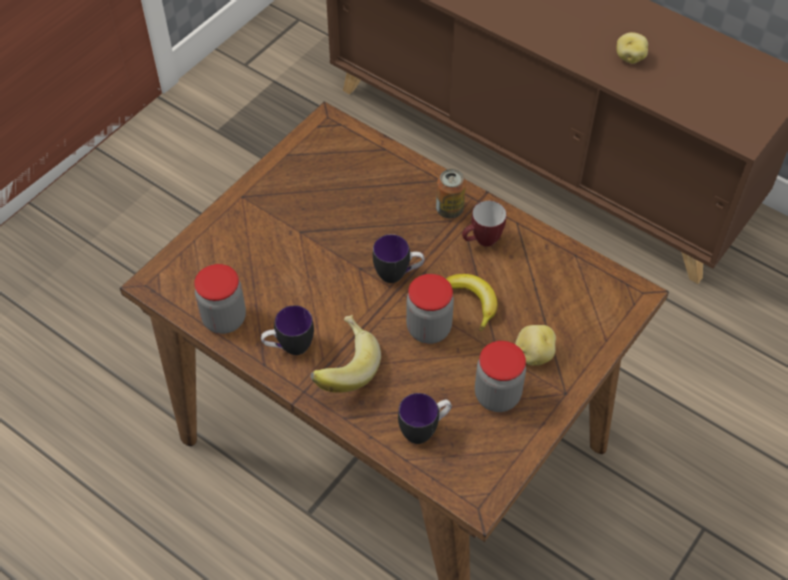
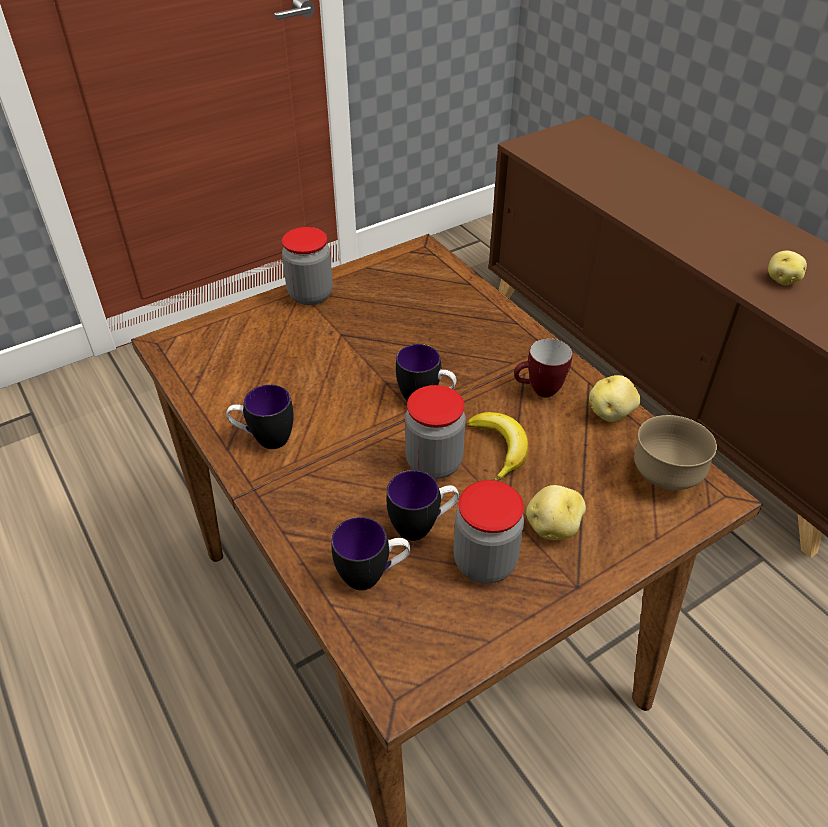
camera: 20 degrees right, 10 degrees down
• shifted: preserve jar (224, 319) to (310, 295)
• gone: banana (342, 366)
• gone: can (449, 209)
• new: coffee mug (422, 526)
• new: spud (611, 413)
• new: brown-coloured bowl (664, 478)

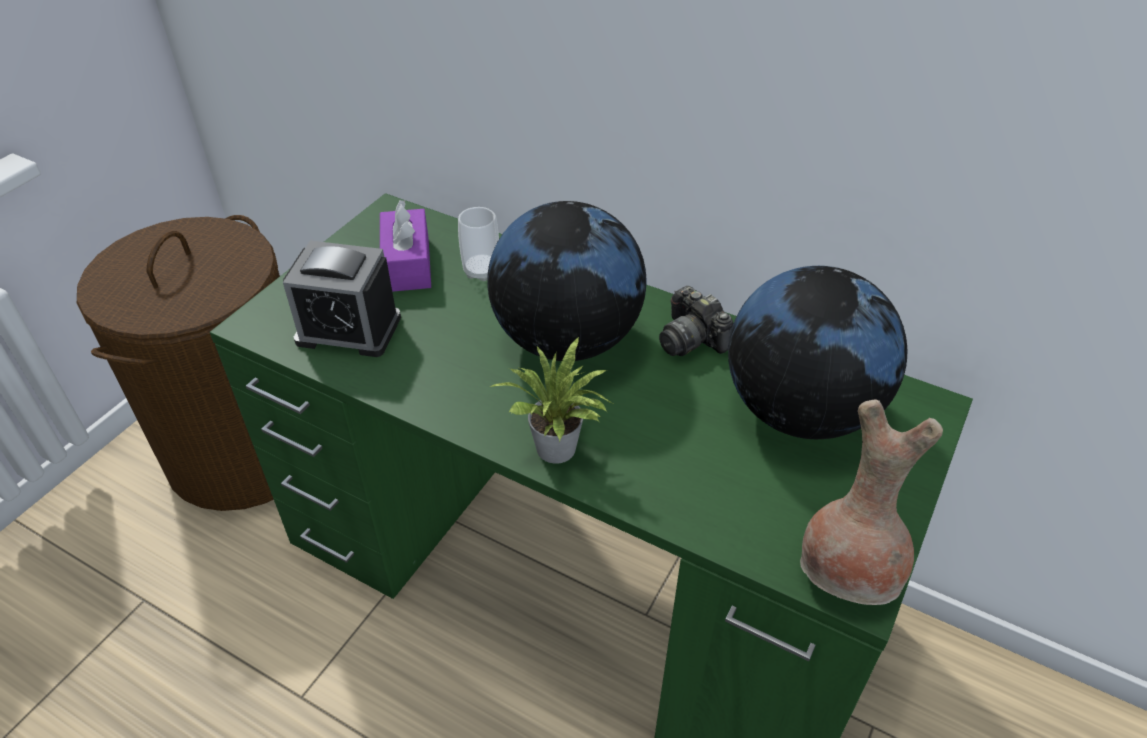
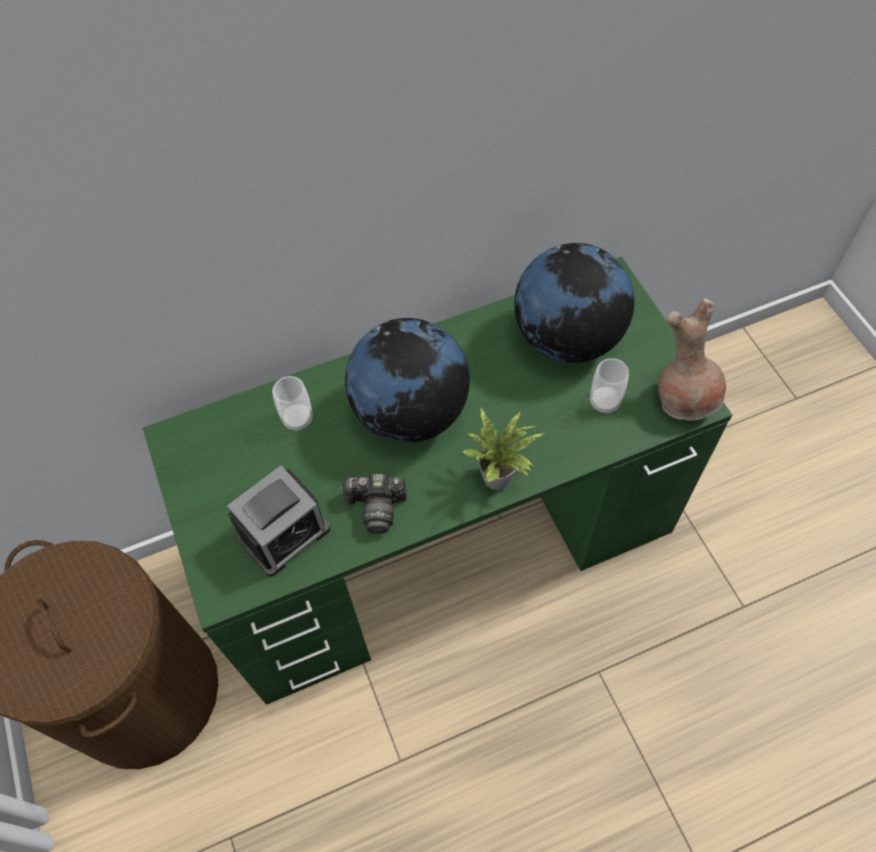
camera: 50 degrees left, 15 degrees up
• gone: purplish tissue box (407, 264)
• shifted: photo camera (691, 339) to (377, 507)
• new: small cup (604, 402)

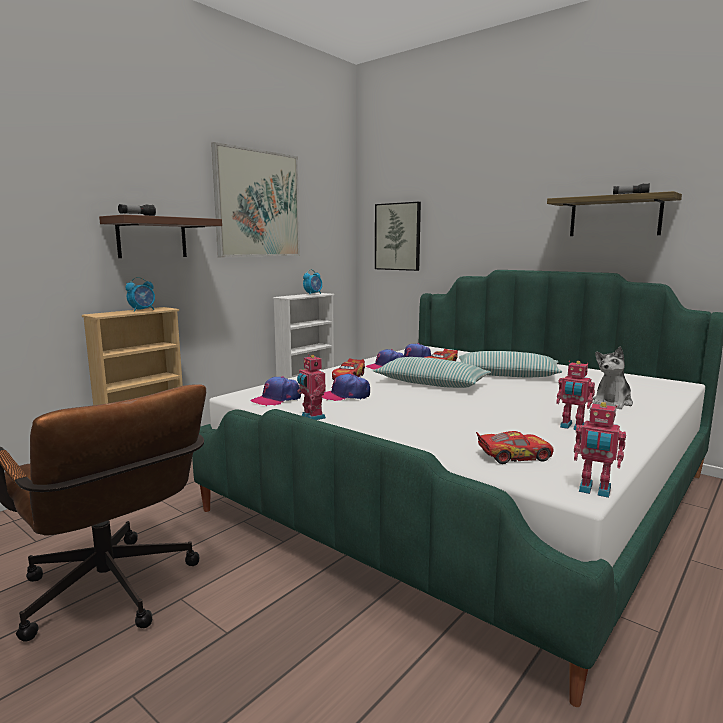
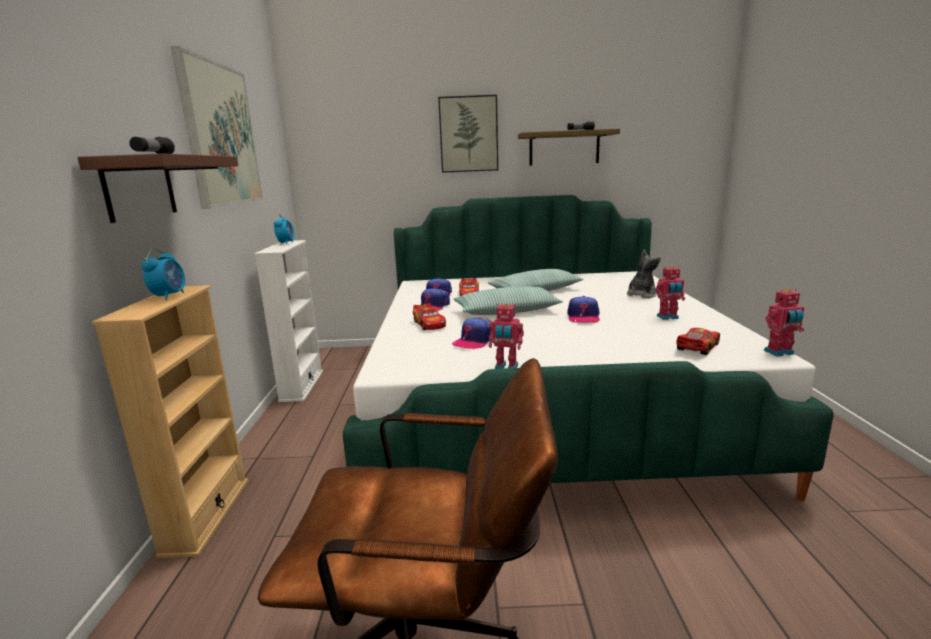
camera: 40 degrees left, 5 degrees up
• shifted: baseball cap (276, 399) to (583, 317)
• shifted: wall picture (398, 236) to (468, 134)
• rotated: plush toy (612, 402) = (641, 295) 135 degrees counterclockwise

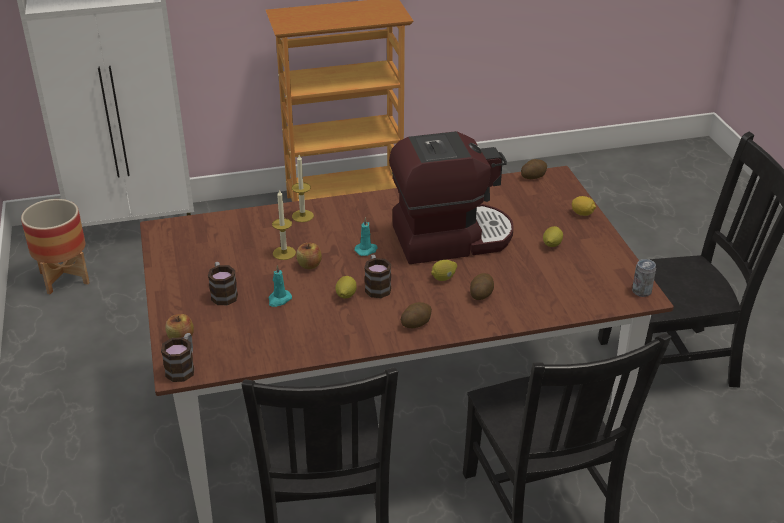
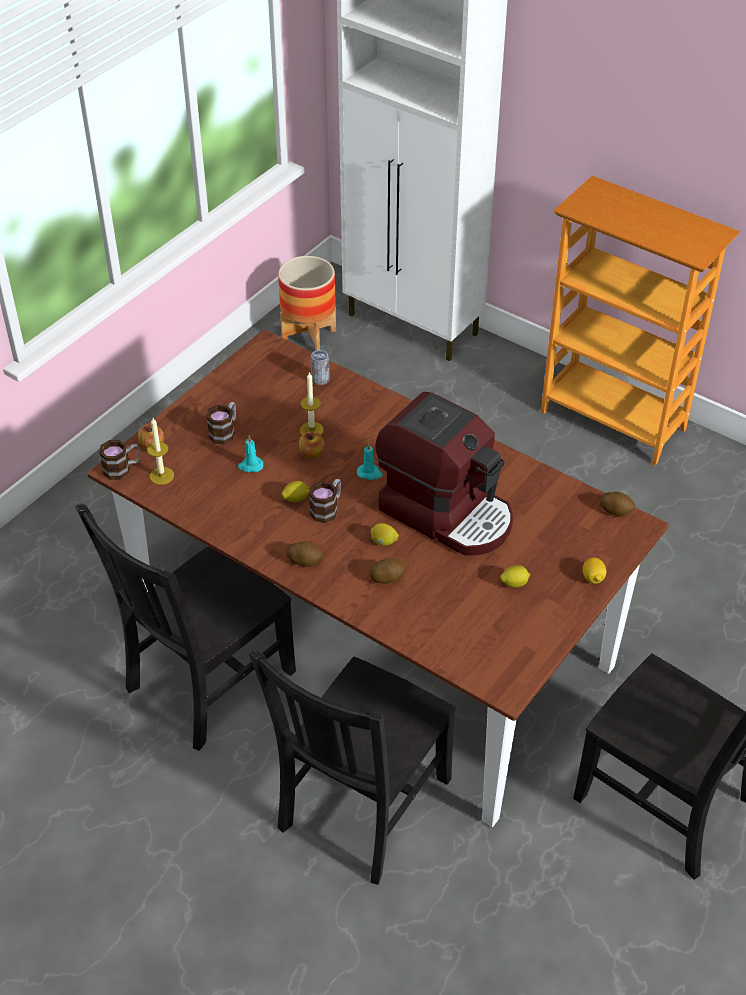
camera: 50 degrees right, 10 degrees up
• shifted: wax candle (302, 216) to (161, 476)
• shifted: can (641, 291) to (320, 379)

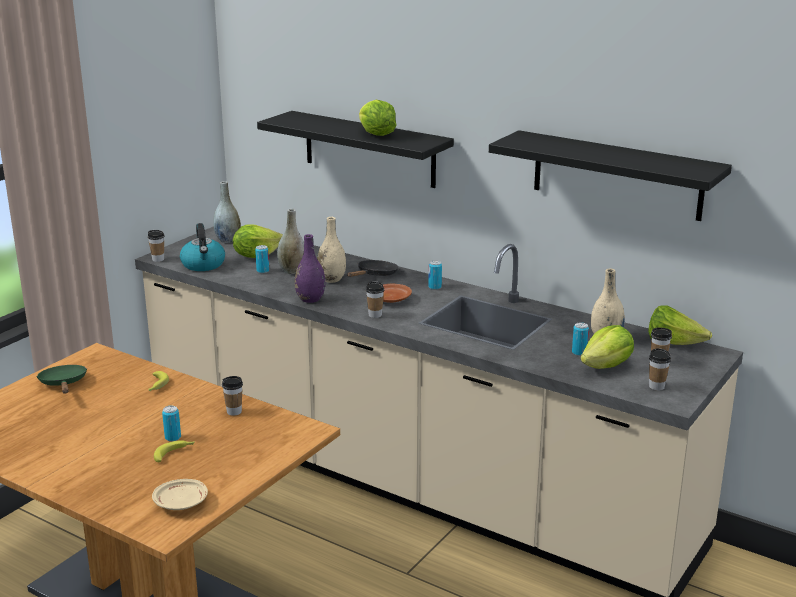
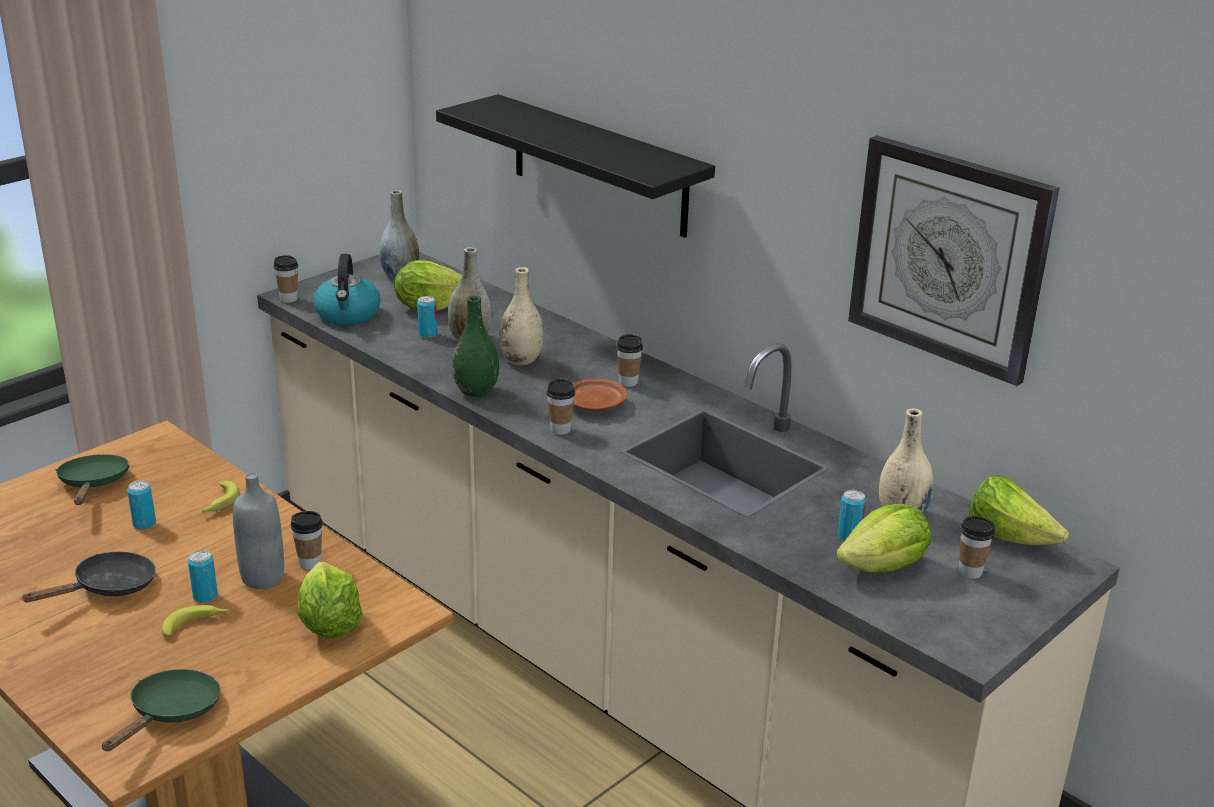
camera: 10 degrees right, 5 degrees up
• swapped: beige-coloured flat dish (181, 503) to green skillet (171, 713)
• repainted: purplish flower vase (310, 299) to green flower vase (476, 391)
• shifted: black skillet (375, 275) to (108, 588)
• shifted: lettuce (376, 135) to (329, 625)
• shifted: can (434, 287) to (144, 524)
• swapped: black wall shelf (617, 175) to wall clock (949, 257)
• shifted: small cup (656, 386) to (628, 382)
• new: greyish drink bottle (263, 578)

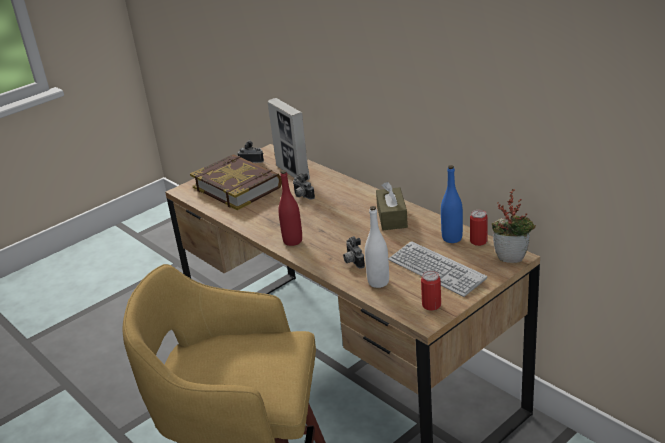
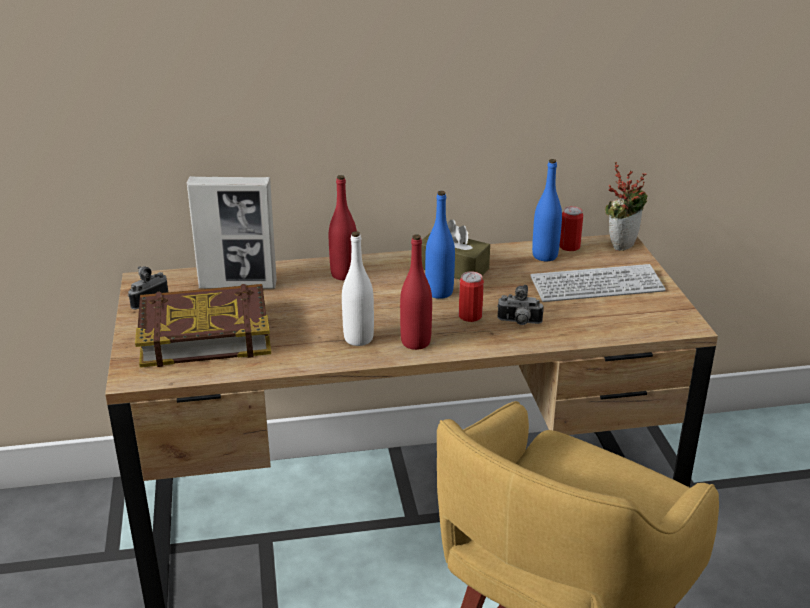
camera: 60 degrees left, 0 degrees up
• gone: photo camera (302, 196)
• shifted: white drink bottle (378, 282) to (358, 339)
• shifted: can (431, 305) to (470, 316)
• new: red drink bottle (344, 274)
• new: blue-coloured drink bottle (439, 292)

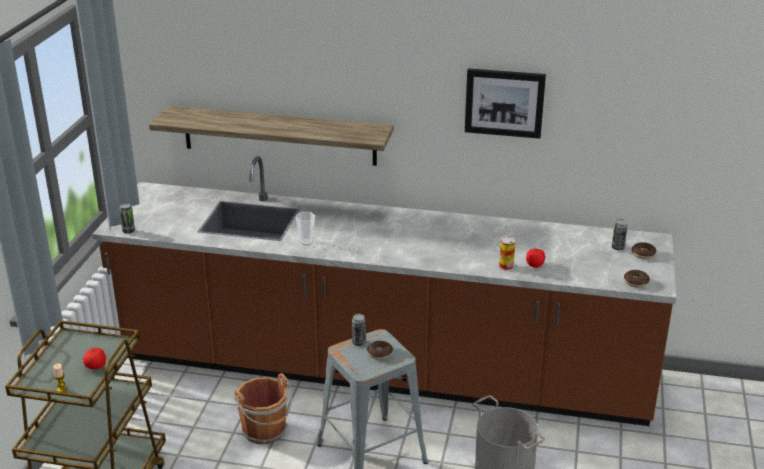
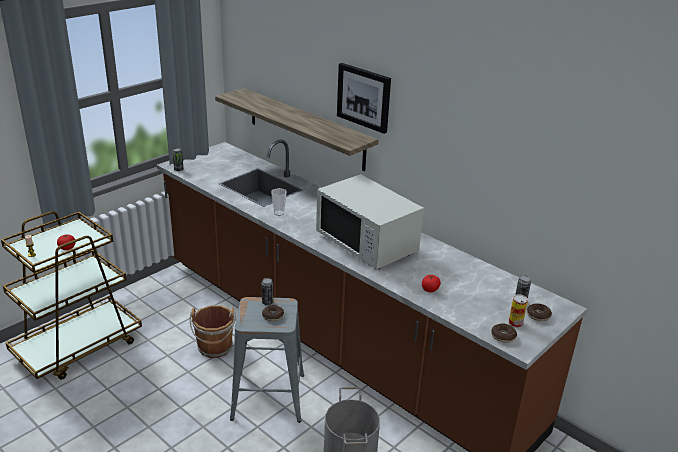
camera: 30 degrees right, 0 degrees up
• shifted: wall picture (504, 102) to (364, 97)
• shifted: can (506, 266) to (515, 323)
• new: white kitchen microwave (367, 244)

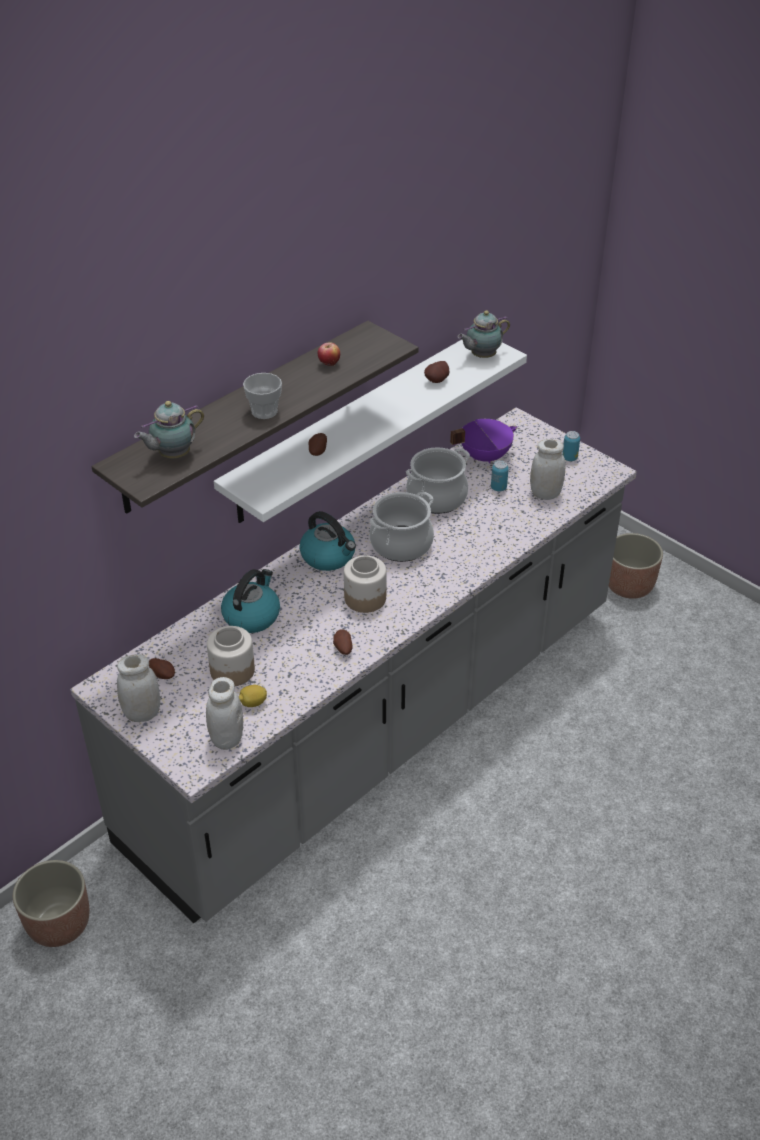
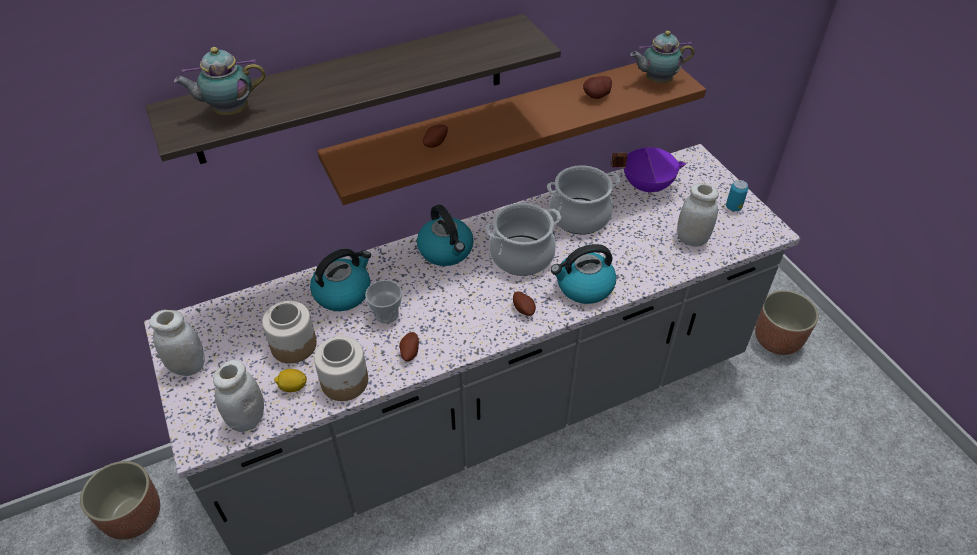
camera: 20 degrees right, 5 degrees up
• shifted: spud (163, 674) to (524, 309)
• repainted: white wall shelf (355, 425) to brown-coloured wall shelf (503, 126)
• shifted: small cup (264, 411) to (386, 314)
• gone: apple fruit (329, 364)
• shifted: preserve jar (365, 598) to (345, 382)
• gone: can (498, 488)
• new: water kettle (583, 287)

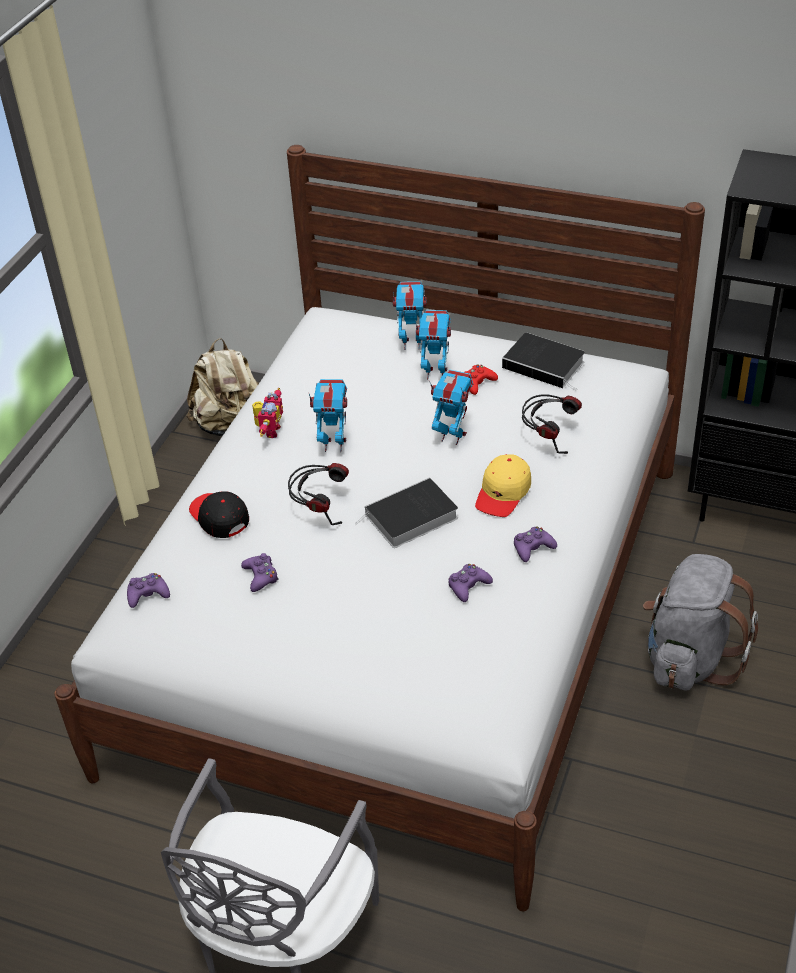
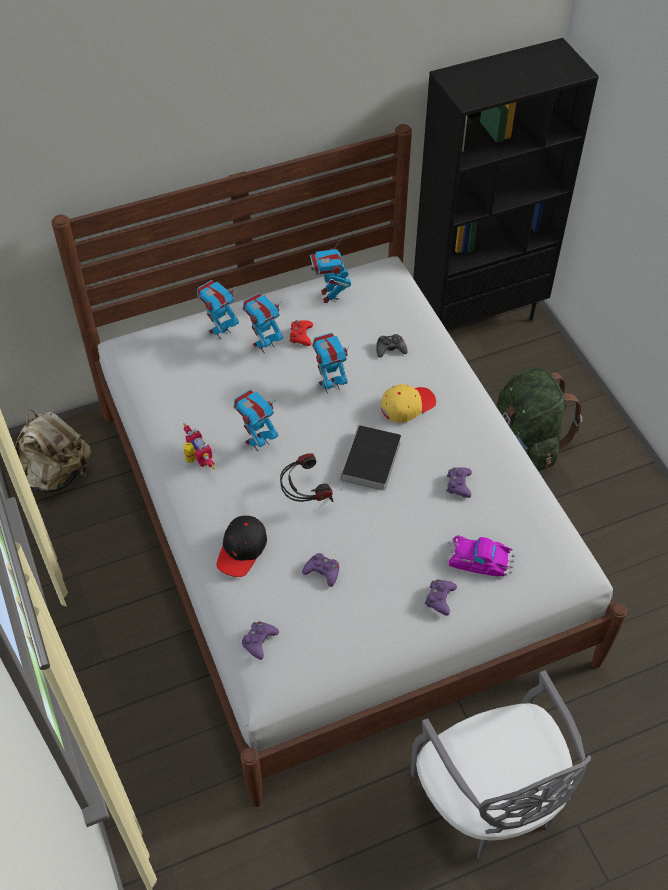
camera: 45 degrees left, 10 degrees up
• rotated: black baseball cap (219, 518) = (242, 550) 75 degrees counterclockwise
• rotated: yellow baseball cap (503, 493) = (407, 405) 105 degrees counterclockwise
• swapped: book (546, 365) to model robot (330, 296)
• shifted: purplish gamepad (532, 548) to (440, 598)
• swapped: headset (548, 438) to black gamepad (390, 349)
• repainted: greyish knapsack (689, 657) to green knapsack (526, 443)
• new: model car (479, 559)

